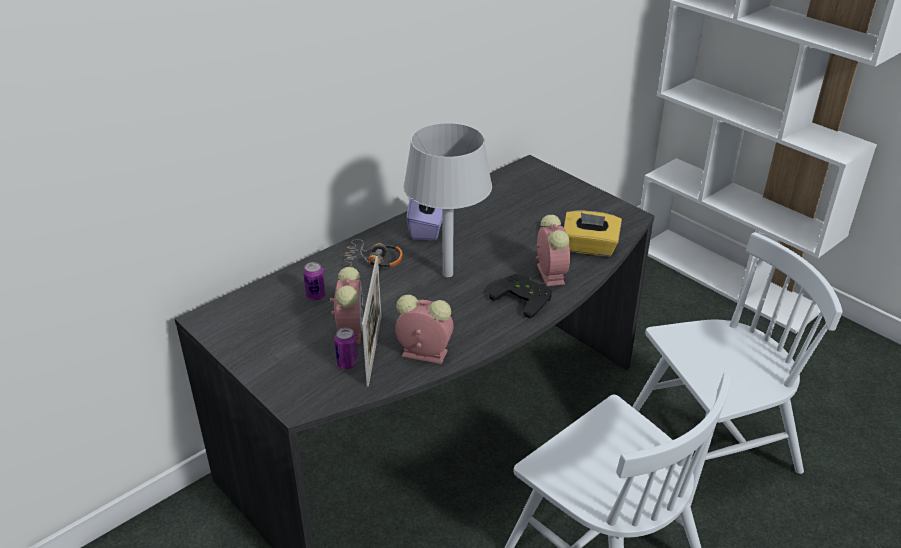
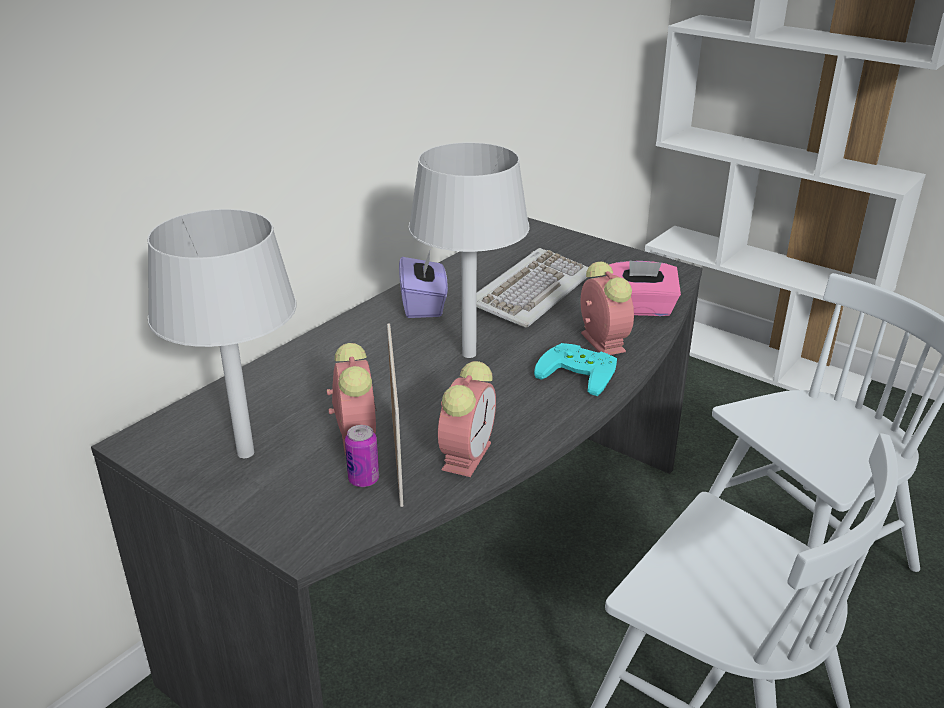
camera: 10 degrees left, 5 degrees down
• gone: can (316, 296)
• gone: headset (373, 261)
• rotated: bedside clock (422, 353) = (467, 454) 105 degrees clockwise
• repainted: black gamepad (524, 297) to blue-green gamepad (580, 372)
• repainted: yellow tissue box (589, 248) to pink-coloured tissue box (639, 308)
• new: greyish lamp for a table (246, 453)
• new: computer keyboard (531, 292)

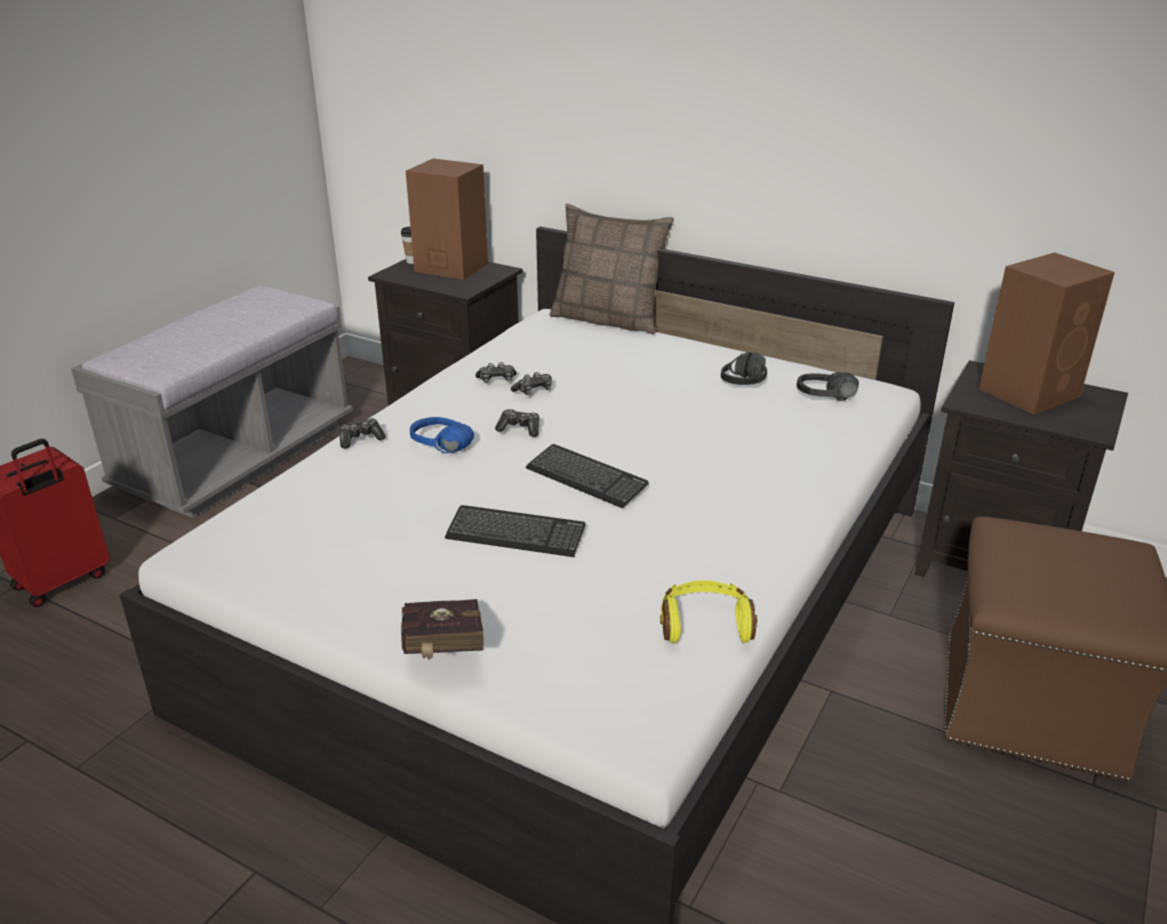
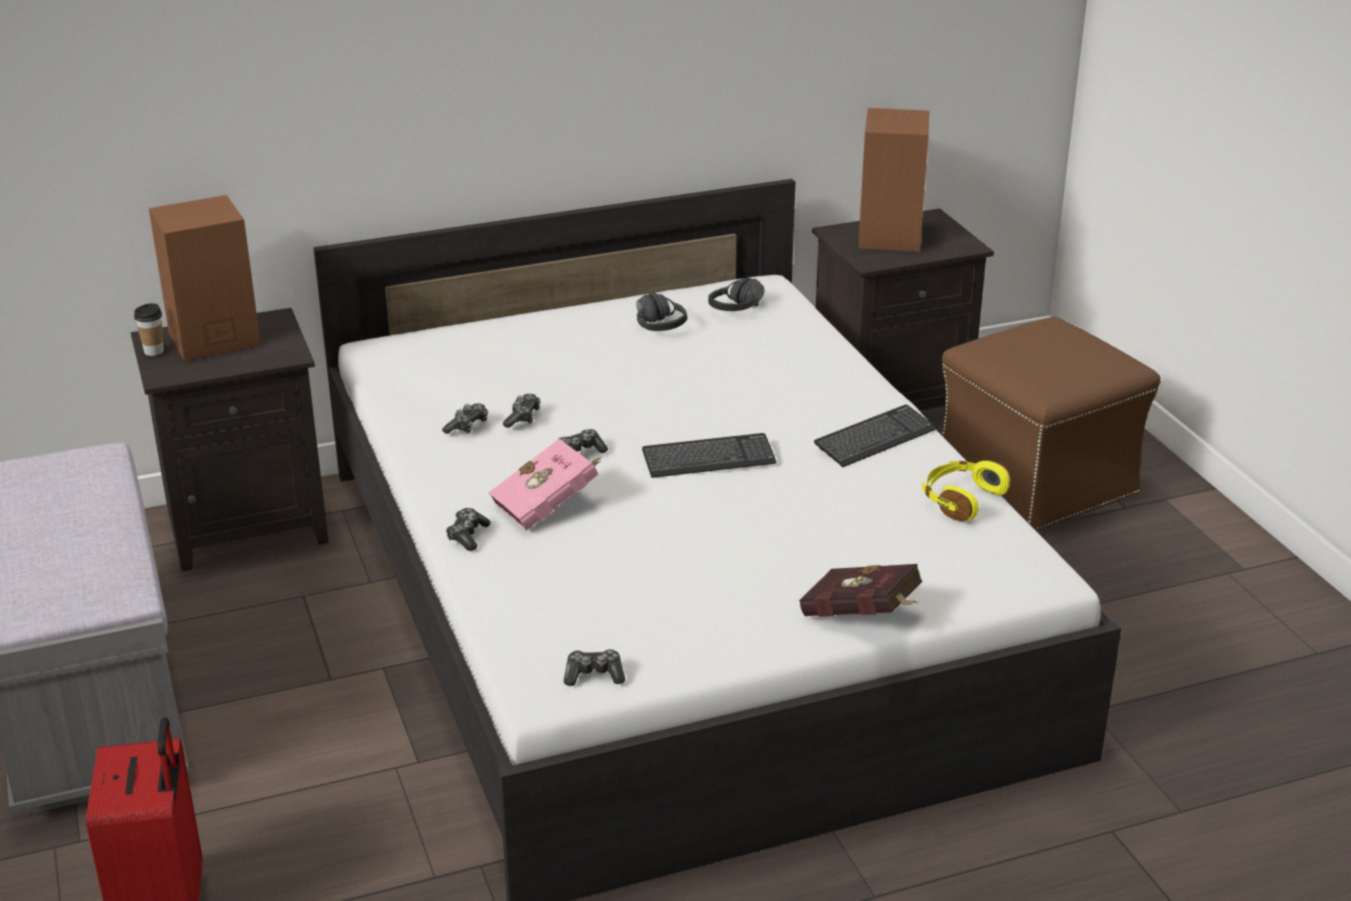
camera: 50 degrees left, 0 degrees up
• swapped: blue-coloured headset (436, 449) to pink-coloured book (549, 506)
• shifted: computer keyboard (515, 534) to (875, 438)
• gone: throw pillow (608, 319)
• new: gamepad (594, 675)

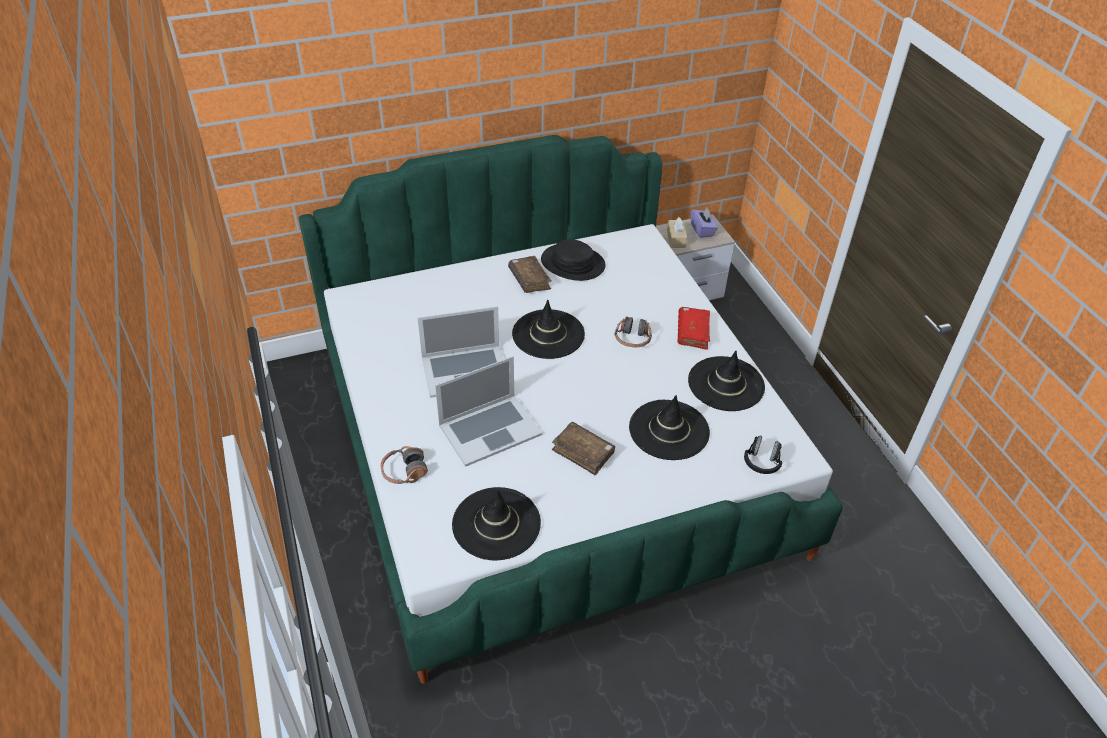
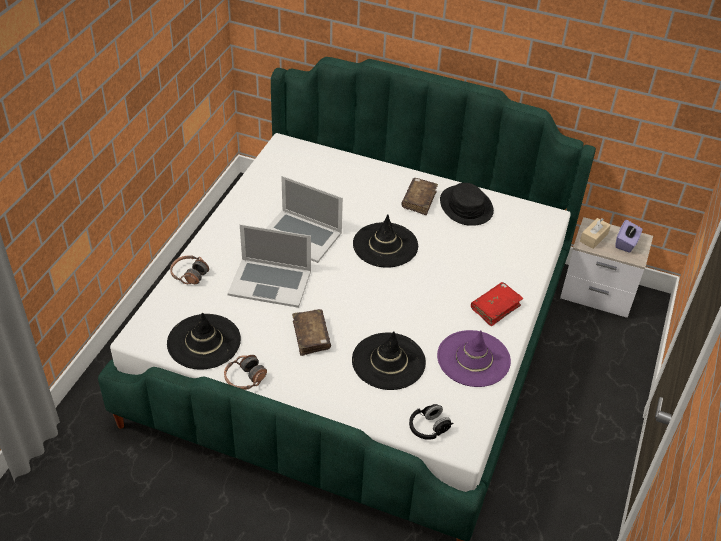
camera: 40 degrees right, 0 degrees up
• shifted: headset (632, 339) to (245, 378)
• repainted: black clothing hat (726, 384) to purplish clothing hat (473, 359)

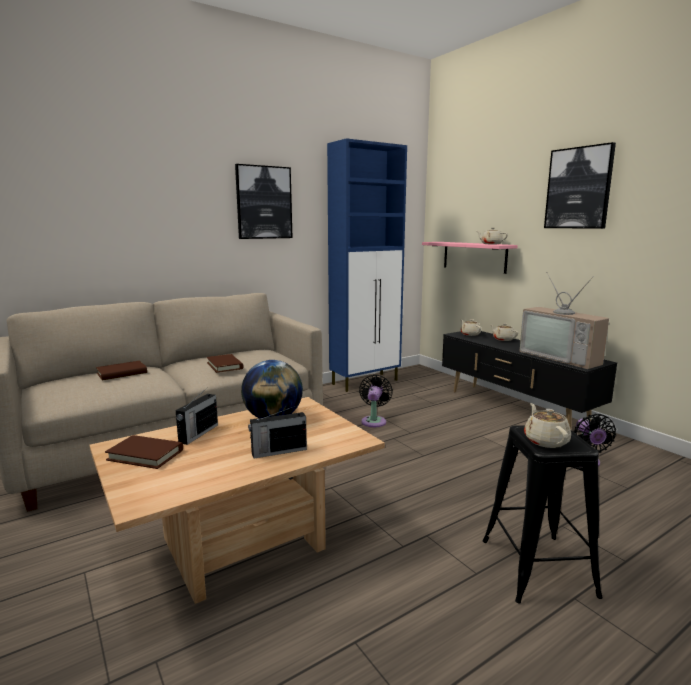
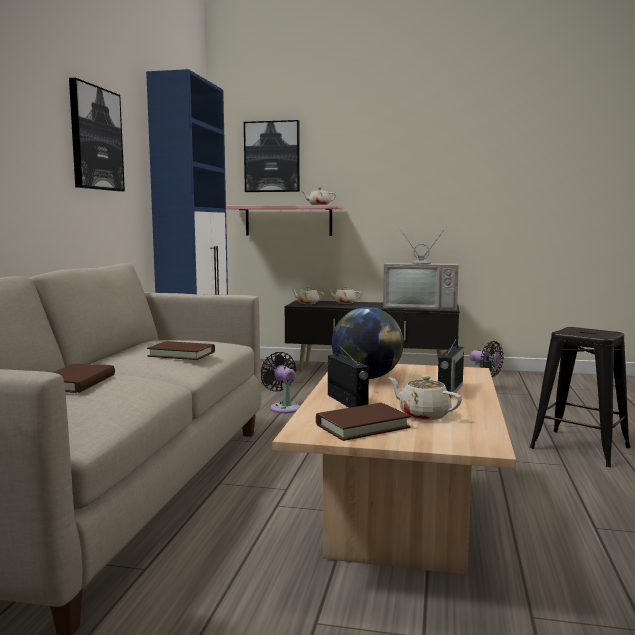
camera: 45 degrees left, 5 degrees down
• shifted: beige-coloured teapot (545, 441) to (423, 415)
• shifted: wall picture (578, 188) to (272, 157)

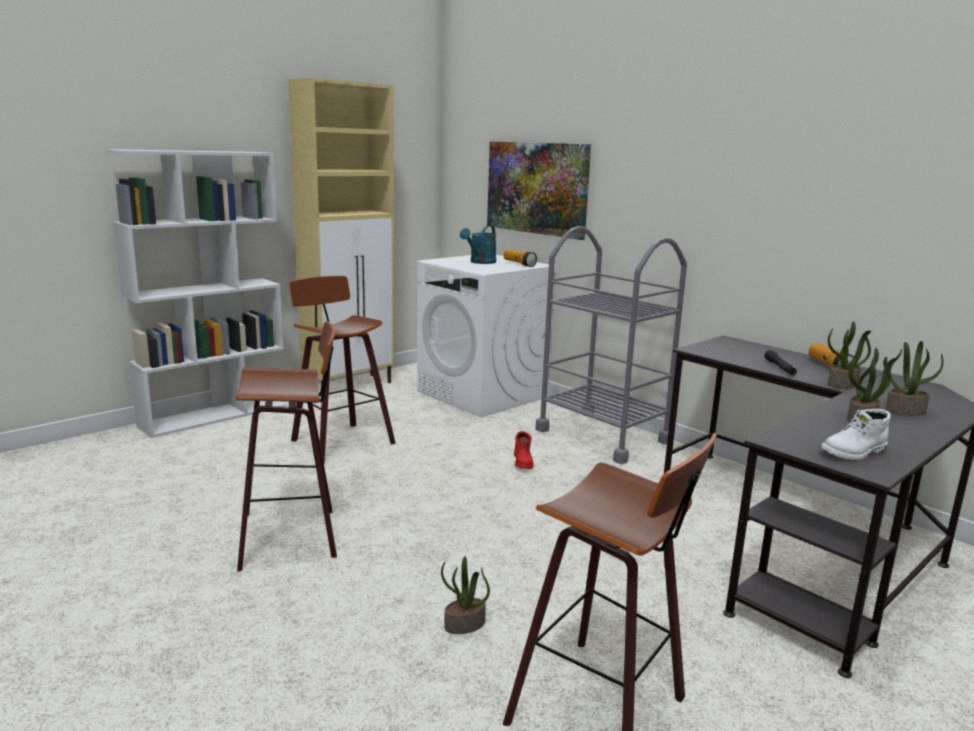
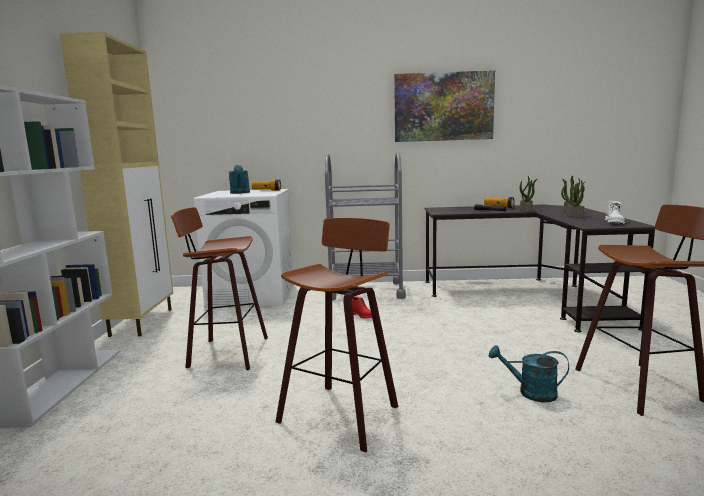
camera: 45 degrees left, 5 degrees down
• swapped: houseplant (464, 625) to blue-green watering can (530, 393)
• shifted: wall picture (537, 188) to (443, 107)

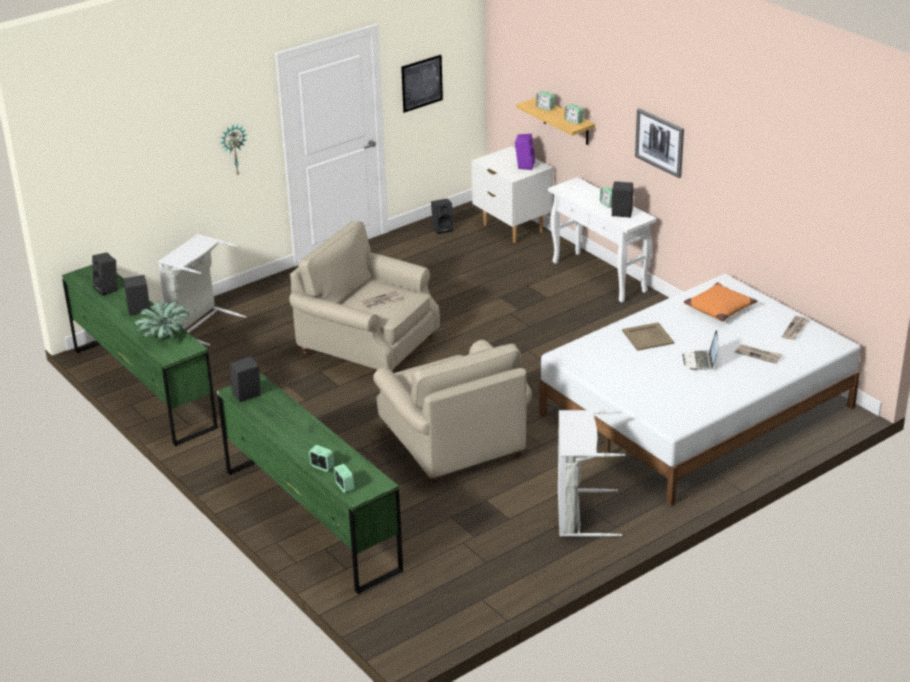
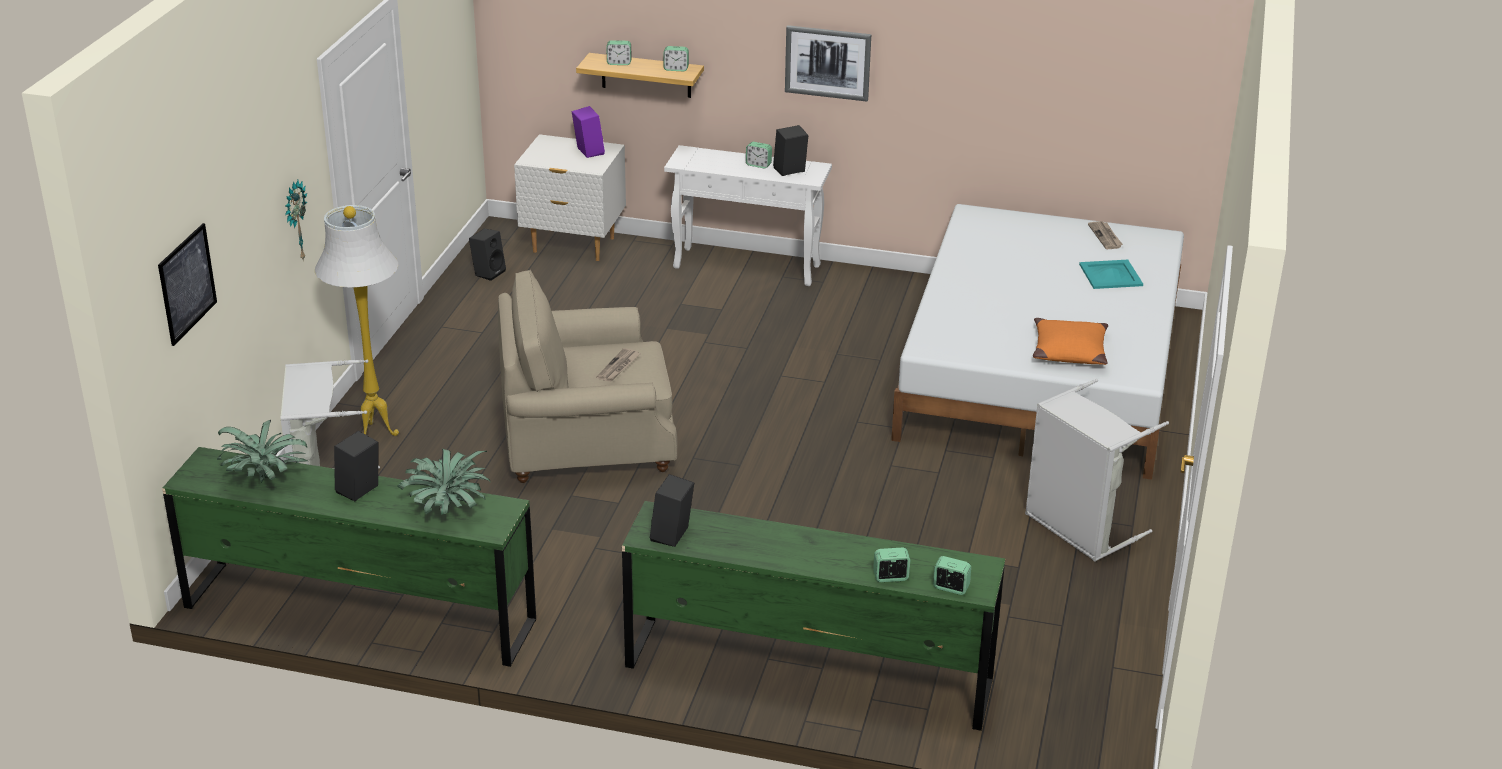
camera: 40 degrees left, 0 degrees up
• swapped: black speaker (108, 289) to houseplant (266, 479)
• gone: beige-coloured easy chair (452, 443)
• shifted: wall picture (422, 83) to (187, 283)
• gone: beige-coloured carrying tray (648, 337)
• gone: portable computer (700, 361)
• shifted: orangey throw pillow (719, 308) to (1068, 350)
• swapped: daily paper (758, 355) to blue-green carrying tray (1111, 274)
• new: white standing lamp (374, 433)

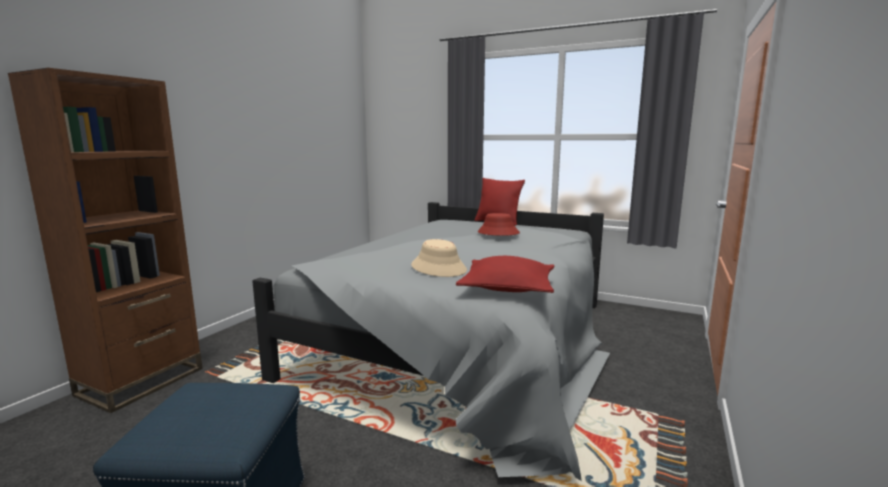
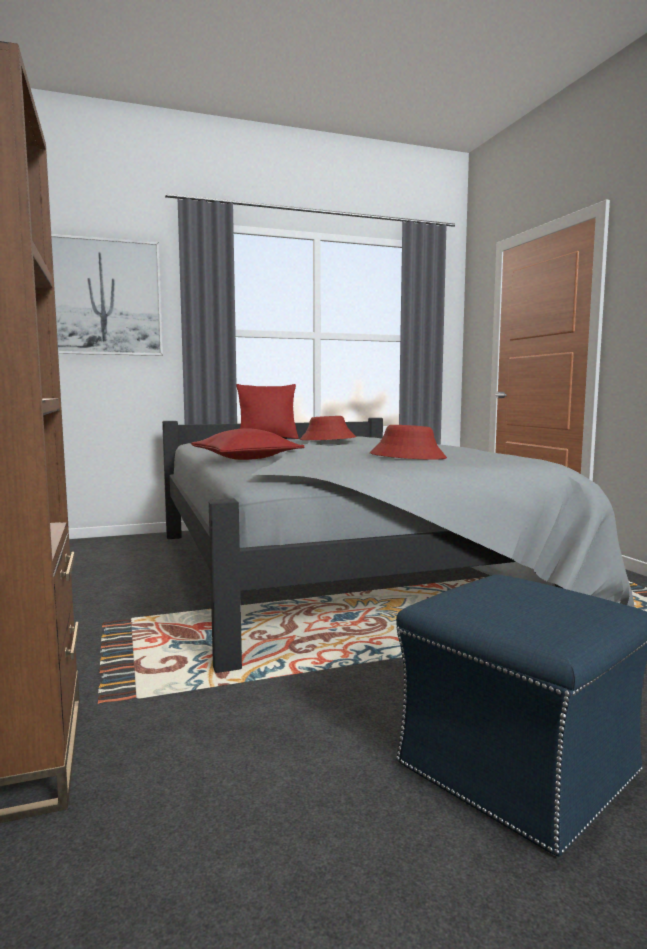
camera: 45 degrees left, 5 degrees down
• repainted: beige-coloured clothing hat (439, 268) to red clothing hat (407, 457)
• shifted: red throw pillow (507, 287) to (246, 458)
• new: wall picture (102, 297)

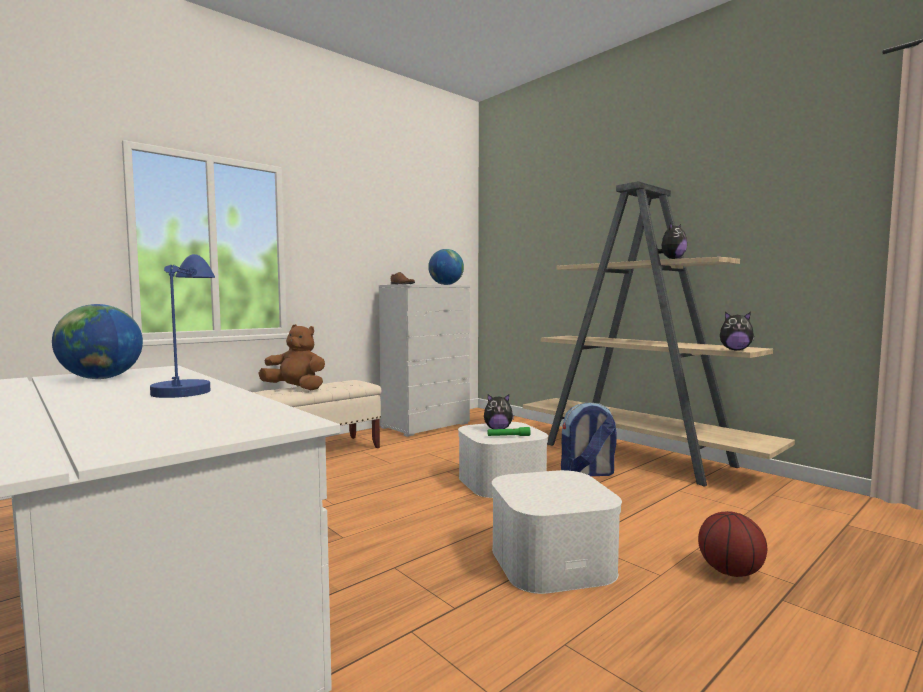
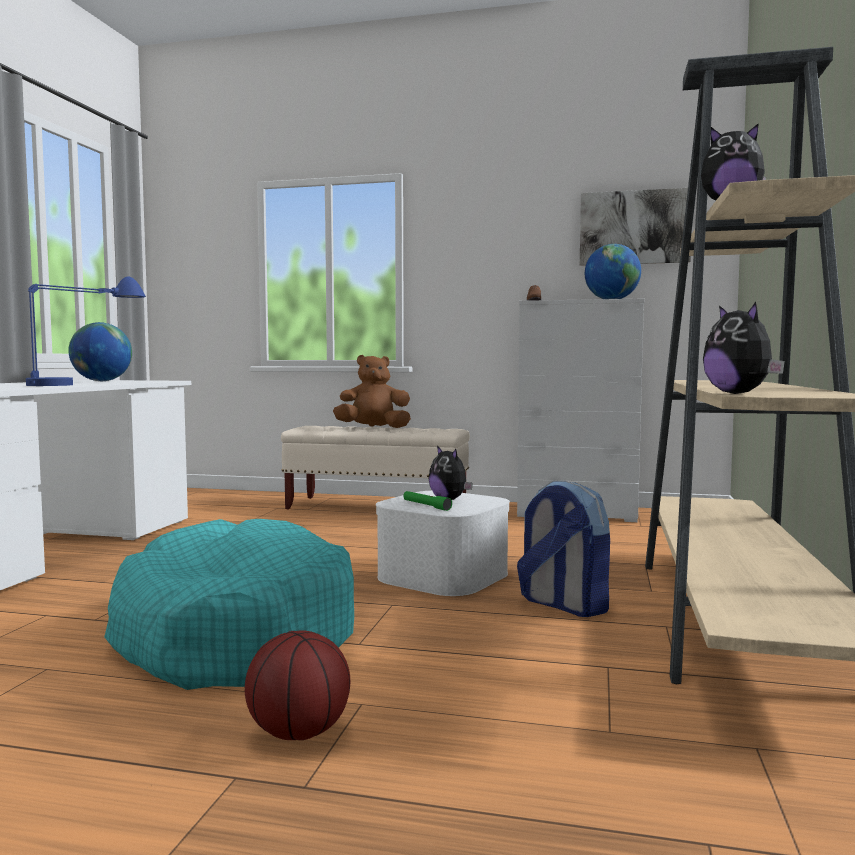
camera: 55 degrees right, 0 degrees up
• rotated: brown-coloured plush toy (296, 389) = (373, 428) 75 degrees counterclockwise
• swapped: white storage box (552, 560) to blue-green dog bed (233, 634)
• new: wall picture (634, 228)

